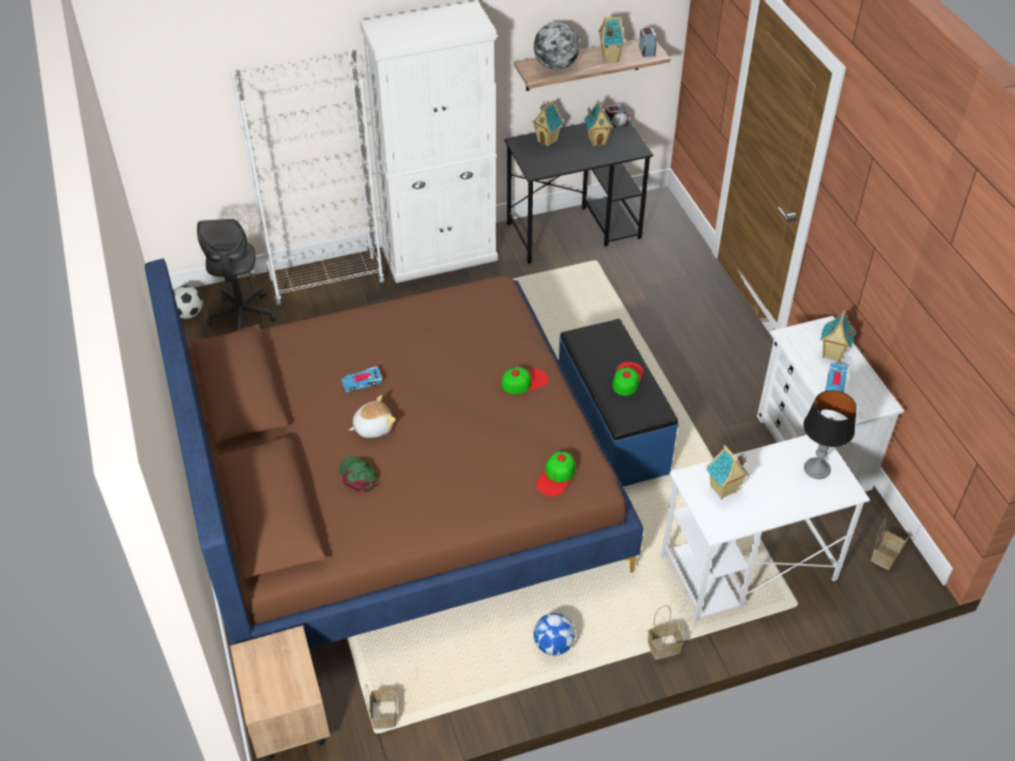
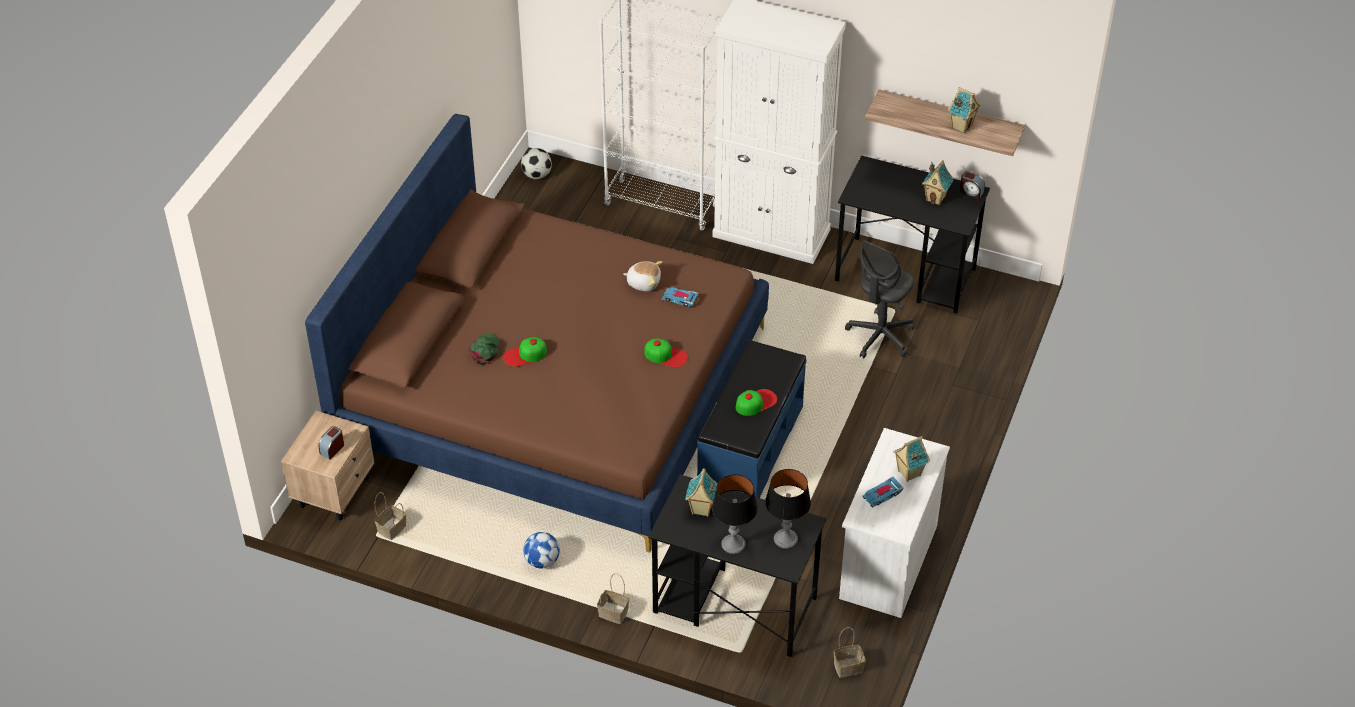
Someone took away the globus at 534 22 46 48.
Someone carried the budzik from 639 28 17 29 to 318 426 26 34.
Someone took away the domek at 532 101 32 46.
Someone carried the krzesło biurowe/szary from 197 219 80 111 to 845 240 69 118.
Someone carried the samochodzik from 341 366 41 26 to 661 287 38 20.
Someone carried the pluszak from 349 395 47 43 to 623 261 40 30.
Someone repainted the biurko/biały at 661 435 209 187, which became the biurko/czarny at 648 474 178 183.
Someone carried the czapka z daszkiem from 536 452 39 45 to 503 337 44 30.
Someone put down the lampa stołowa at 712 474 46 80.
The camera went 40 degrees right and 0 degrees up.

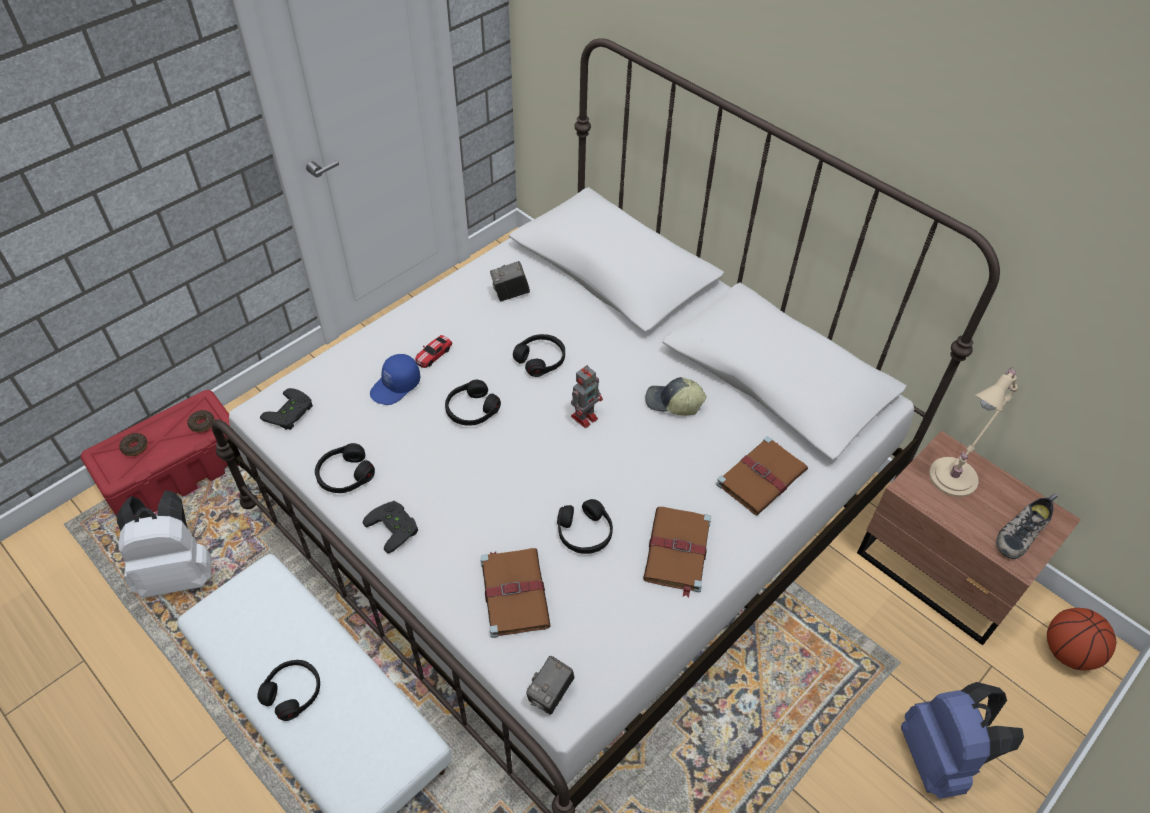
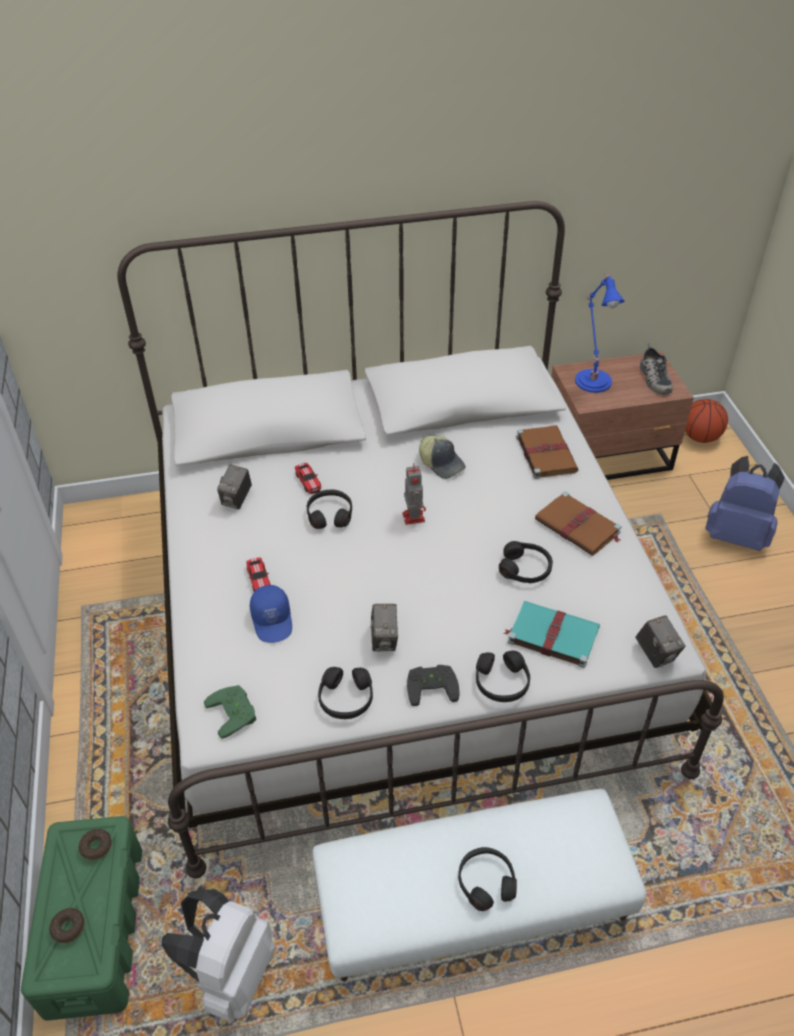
Someone repainted the lampa stołowa/beżowy at 929 367 89 130, which became the lampa stołowa/niebieski at 575 273 49 120.
Someone rotated the czapka z daszkiem at 645 377 62 38 by 90 degrees counterclockwise.
Someone carried the słuchawki/czarny from 445 380 56 46 to 476 650 54 52.
Someone repainted the pad do gier/czarny at 260 388 53 42, which became the pad do gier/zielony at 204 685 52 54.
Someone repainted the pojemnik do przechowywania/czerwony at 81 390 158 126, which became the pojemnik do przechowywania/zielony at 21 816 121 204.
Someone repainted the książka/brązowy at 481 548 70 90, which became the książka/turkusowy at 504 601 96 67.
Someone put down the samochodzik at 295 463 26 31.
Someone put down the aparat fotograficzny at 370 604 28 48.
The camera went 55 degrees left and 5 degrees down.

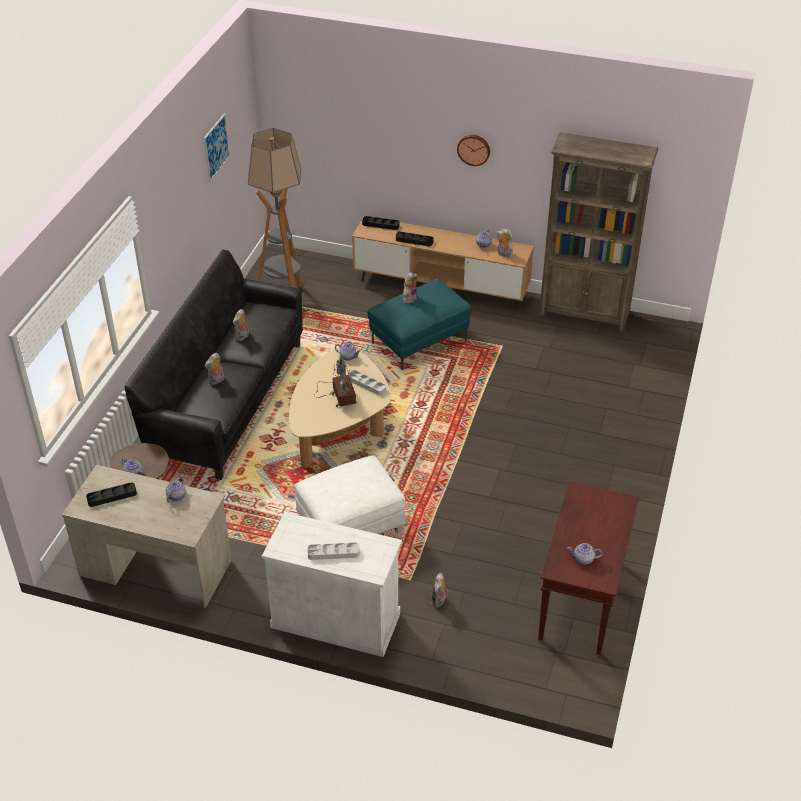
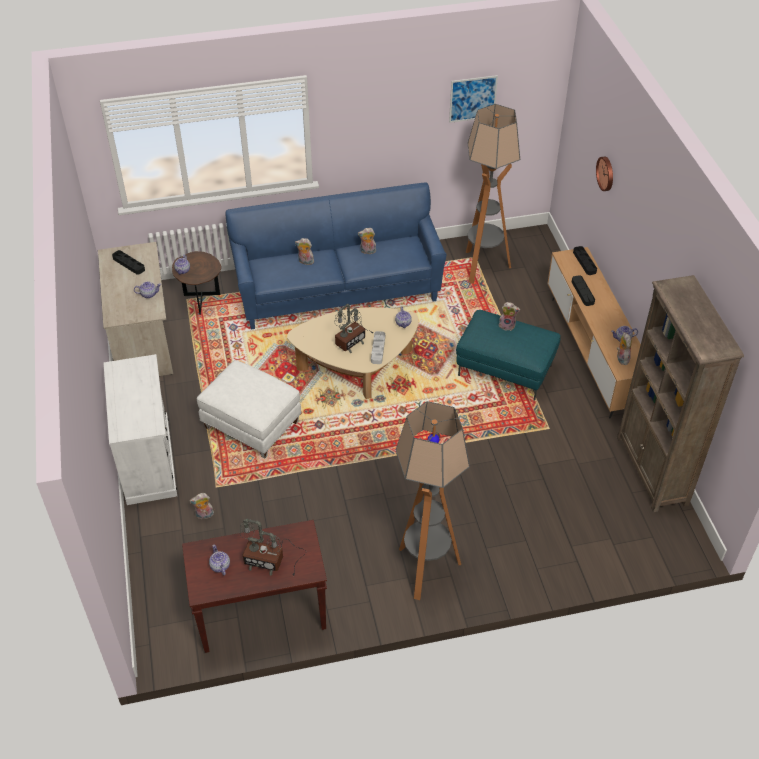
Someone carried the zegar ścienny from 457 135 33 31 to 596 156 17 35.
Someone repainted the kanapa/czarny at 125 250 178 230, which became the kanapa/niebieski at 225 182 222 148.
Someone took away the taca/szary at 308 542 52 18.
Someone put down the lampa stojąca at 396 401 74 199.
Someone put down the lampa stołowa at 240 519 66 56.
The camera went 60 degrees right and 5 degrees up.

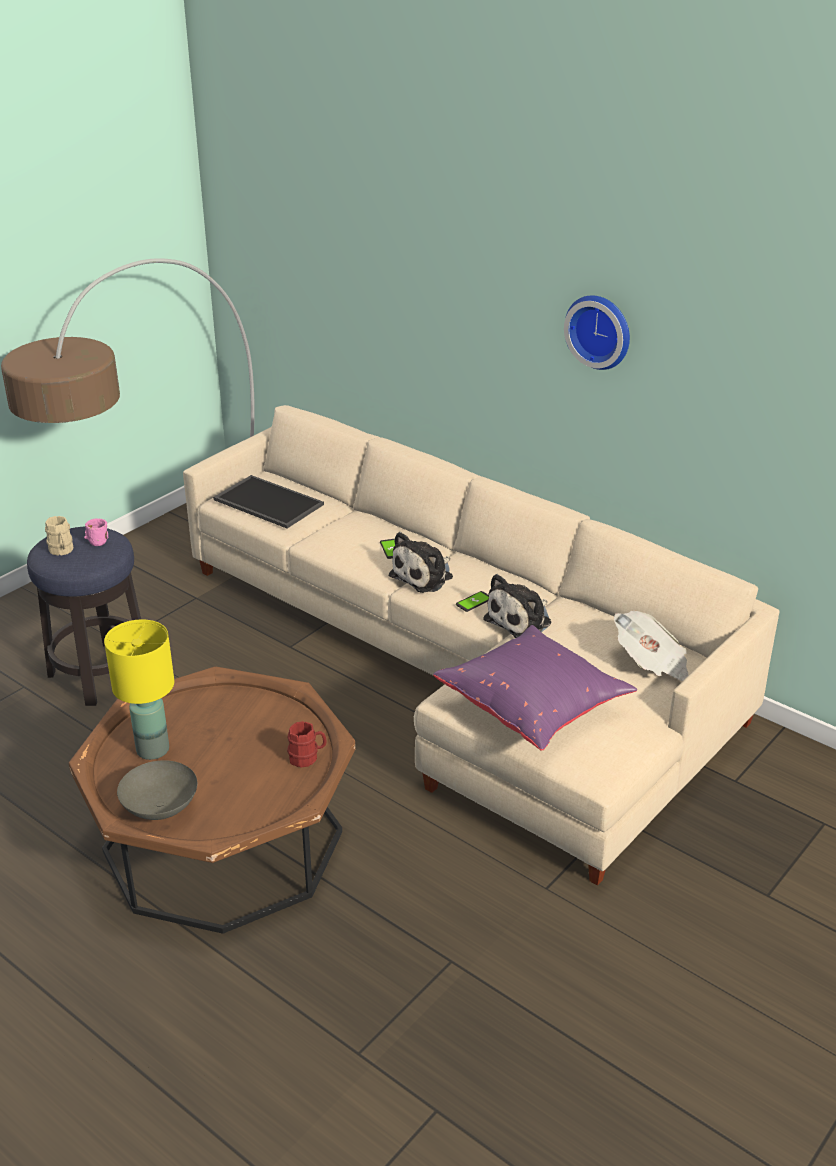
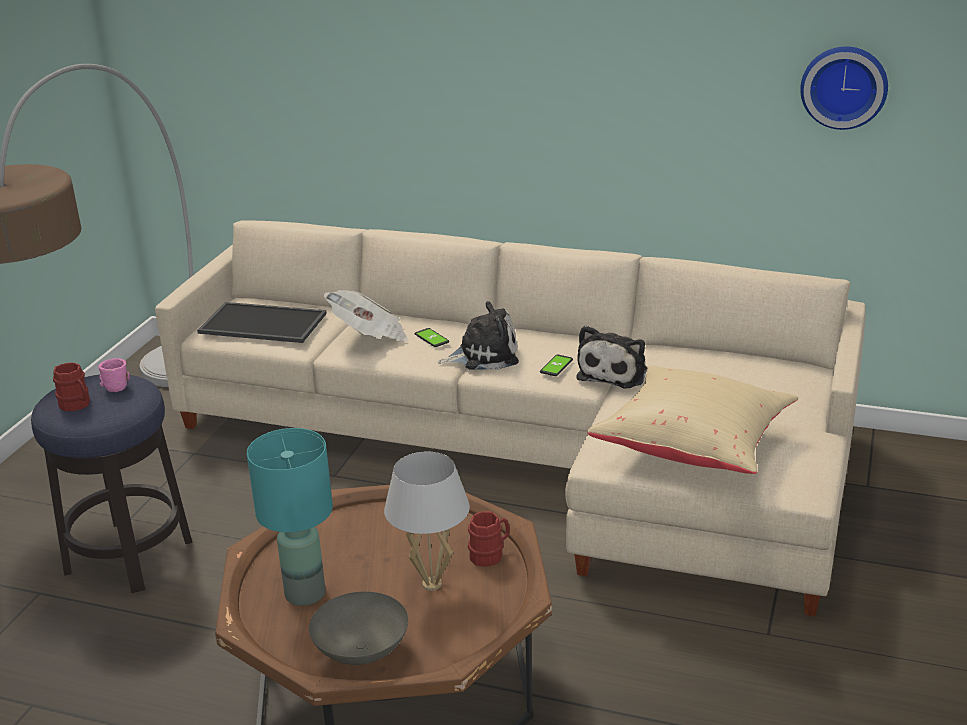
Someone carried the zegar ścienny from 564 296 66 74 to 800 46 88 84.
Someone repainted the kubek/beżowy at 45 516 29 39, which became the kubek/czerwony at 53 362 37 49.
Someone rotated the pluszak at 389 532 64 61 by 120 degrees counterclockwise.
Someone carried the gazeta from 614 611 75 70 to 324 290 84 51.
Someone repainted the lampa stołowa/żółty at 104 620 70 140, which became the lampa stołowa/turkusowy at 247 428 86 178.
Someone repainted the poduszka/fioletowy at 433 625 204 126, which became the poduszka/beżowy at 587 366 212 108.
Someone put down the lampa stołowa/biały at 384 451 86 140.
The camera went 20 degrees left and 5 degrees down.

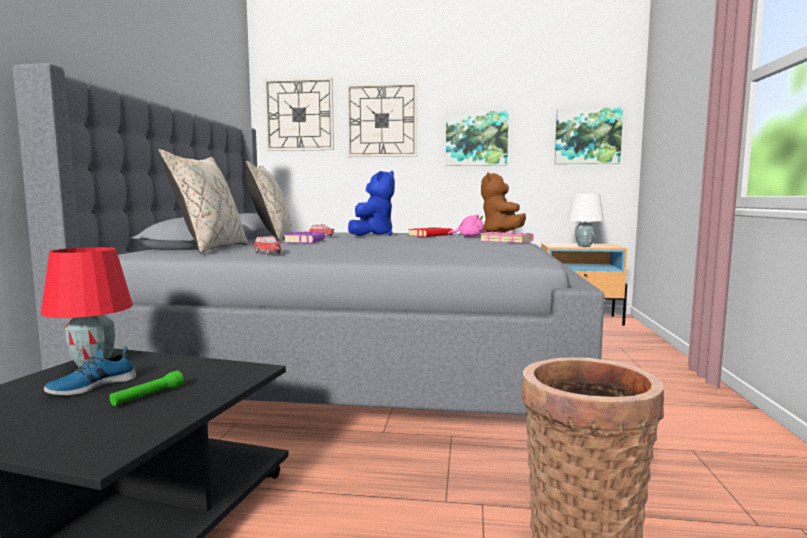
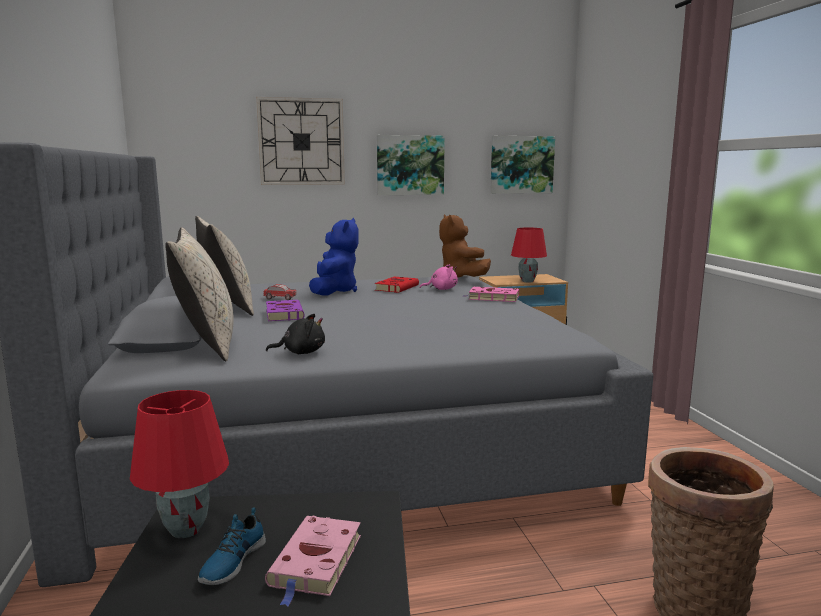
Someone took away the zegar ścienny at 264 77 70 74.
Someone repainted the lampa stołowa/biały at 568 194 36 53, which became the lampa stołowa/czerwony at 511 228 36 55.
Someone swapped the samochodzik at 254 236 28 19 for the pluszak/czarny at 266 314 59 40.
Someone swapped the latarka/zielony at 109 371 75 35 for the książka/różowy at 265 516 96 90.
The camera went 20 degrees left and 5 degrees up.

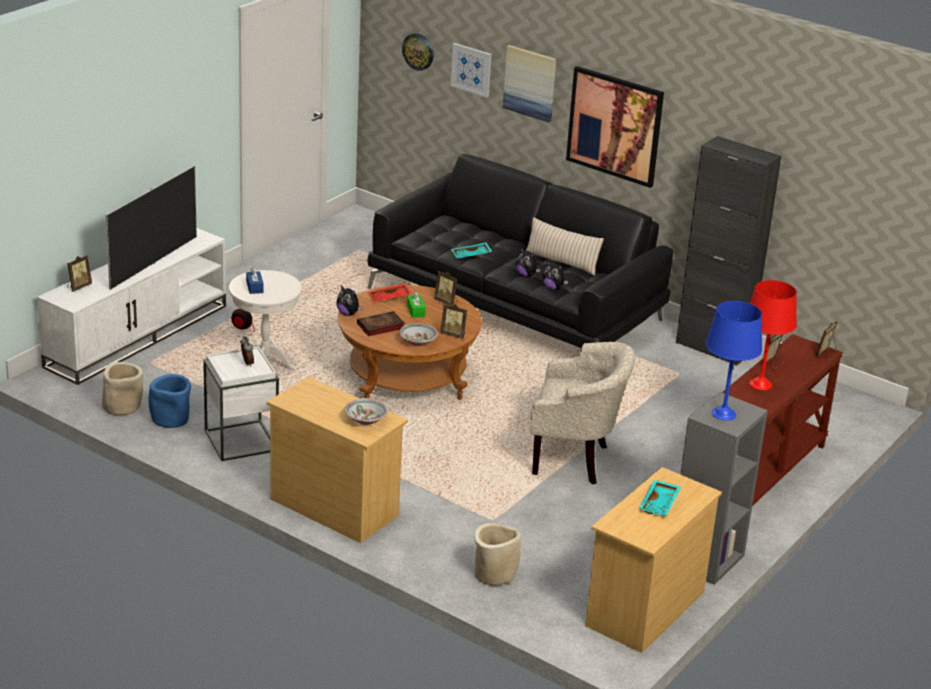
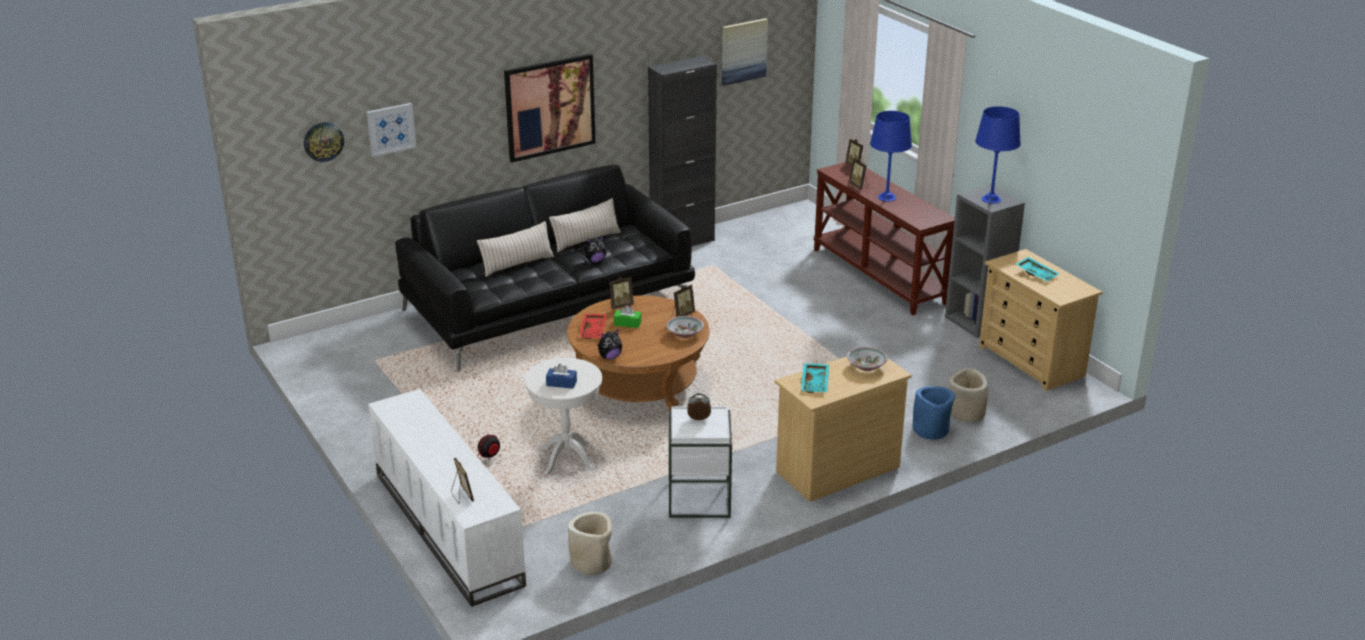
Someone carried the obraz from 503 45 54 78 to 722 18 46 68.
Someone took away the telewizor at 106 166 91 124.
Someone carried the taca/turkusowy from 451 242 41 16 to 801 363 28 30.
Someone took away the pluszak at 542 260 26 30.
Someone repainted the lampa stołowa/czerwony at 750 280 47 110, which became the lampa stołowa/niebieski at 870 111 42 90.
Someone took away the książka at 357 311 48 25.
Someone took away the fotel/beżowy at 530 342 106 142.
Someone carried the donica/niebieski from 149 374 42 54 to 913 386 42 53.
Someone put down the poduszka/beżowy at 477 221 77 56.
The camera went 65 degrees left and 0 degrees up.

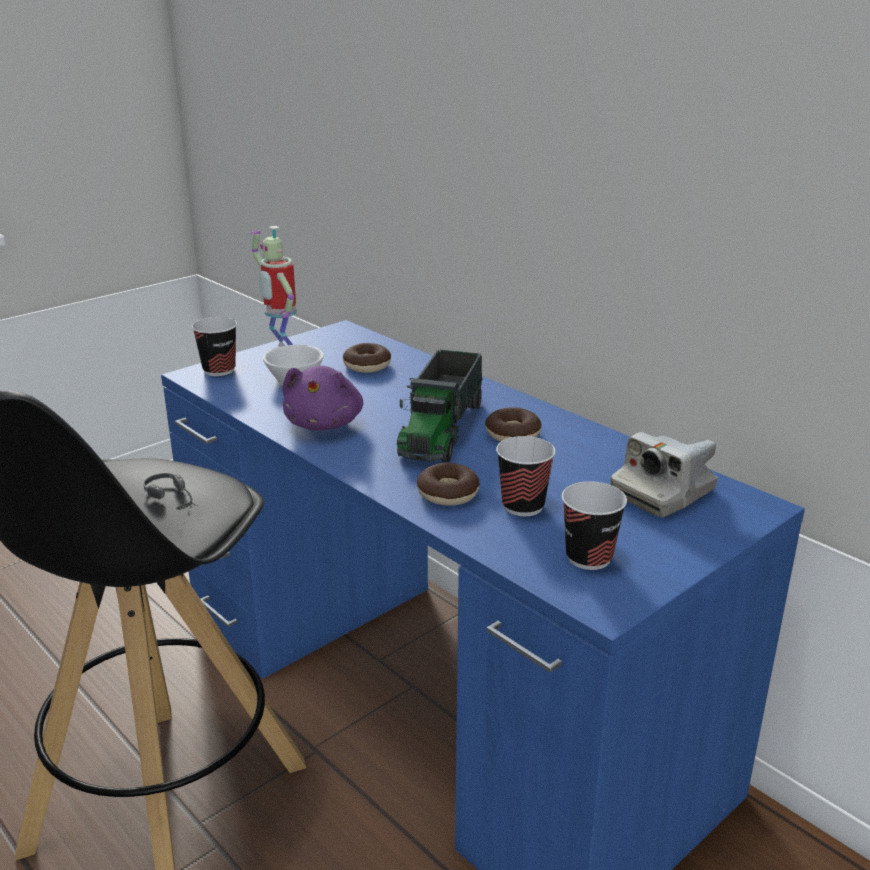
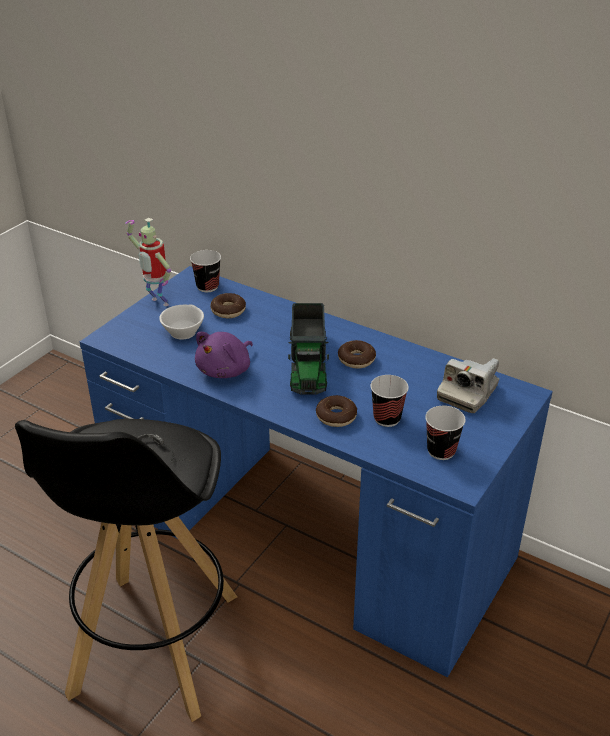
Someone carried the filiżanka from 192 317 45 59 to 190 250 31 42.
Someone rotated the pluszak/fioletowy at 282 365 81 66 by 45 degrees clockwise.
The camera went 15 degrees left and 10 degrees up.

